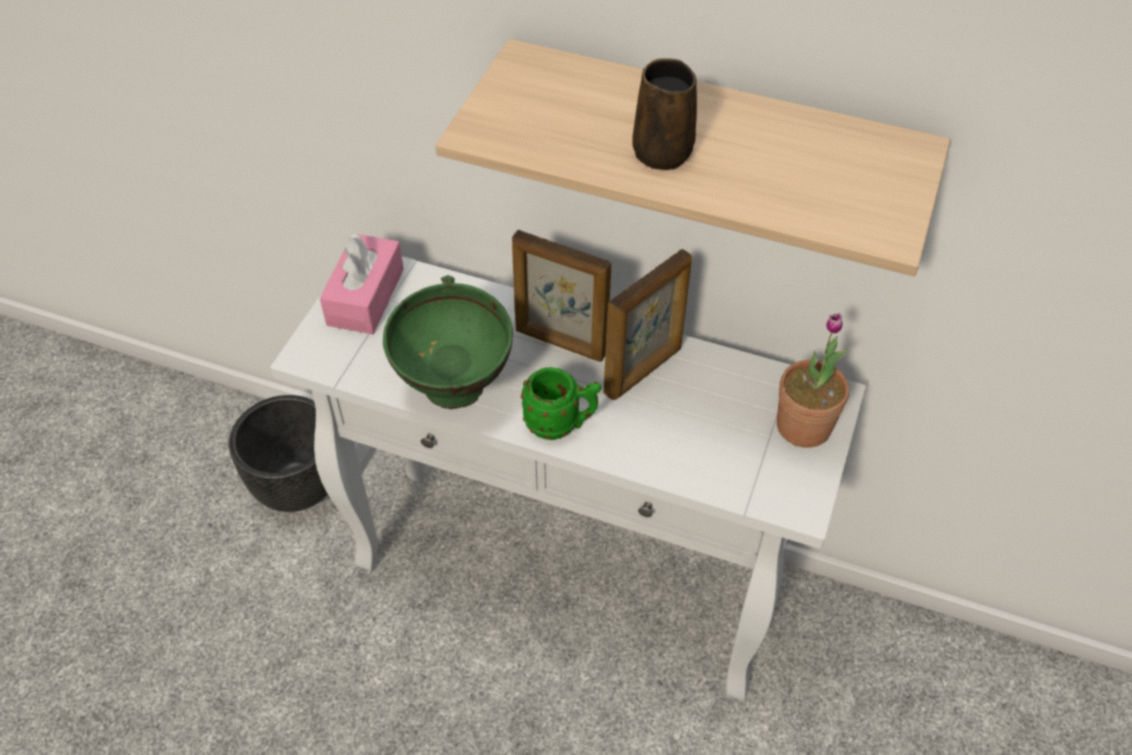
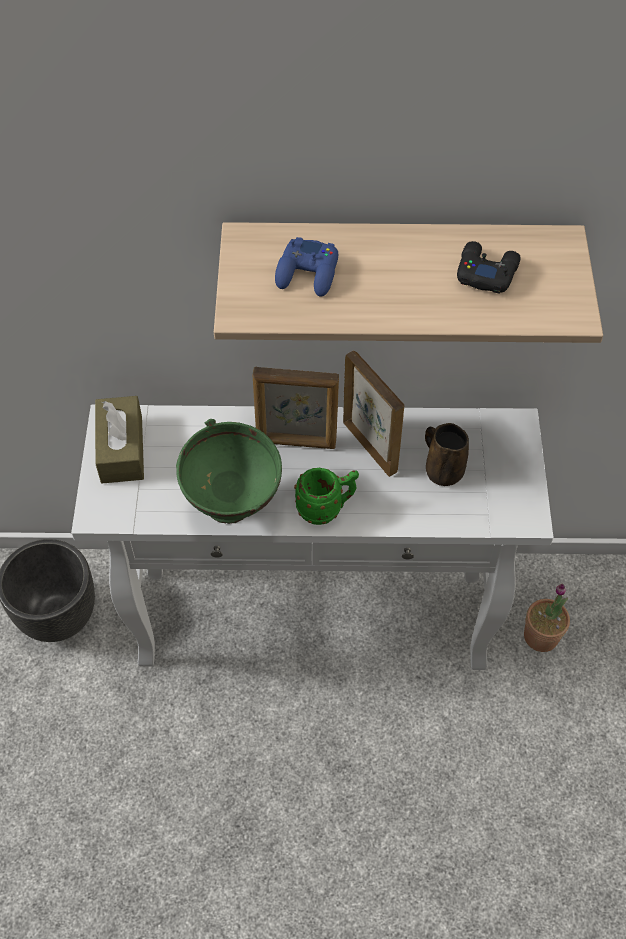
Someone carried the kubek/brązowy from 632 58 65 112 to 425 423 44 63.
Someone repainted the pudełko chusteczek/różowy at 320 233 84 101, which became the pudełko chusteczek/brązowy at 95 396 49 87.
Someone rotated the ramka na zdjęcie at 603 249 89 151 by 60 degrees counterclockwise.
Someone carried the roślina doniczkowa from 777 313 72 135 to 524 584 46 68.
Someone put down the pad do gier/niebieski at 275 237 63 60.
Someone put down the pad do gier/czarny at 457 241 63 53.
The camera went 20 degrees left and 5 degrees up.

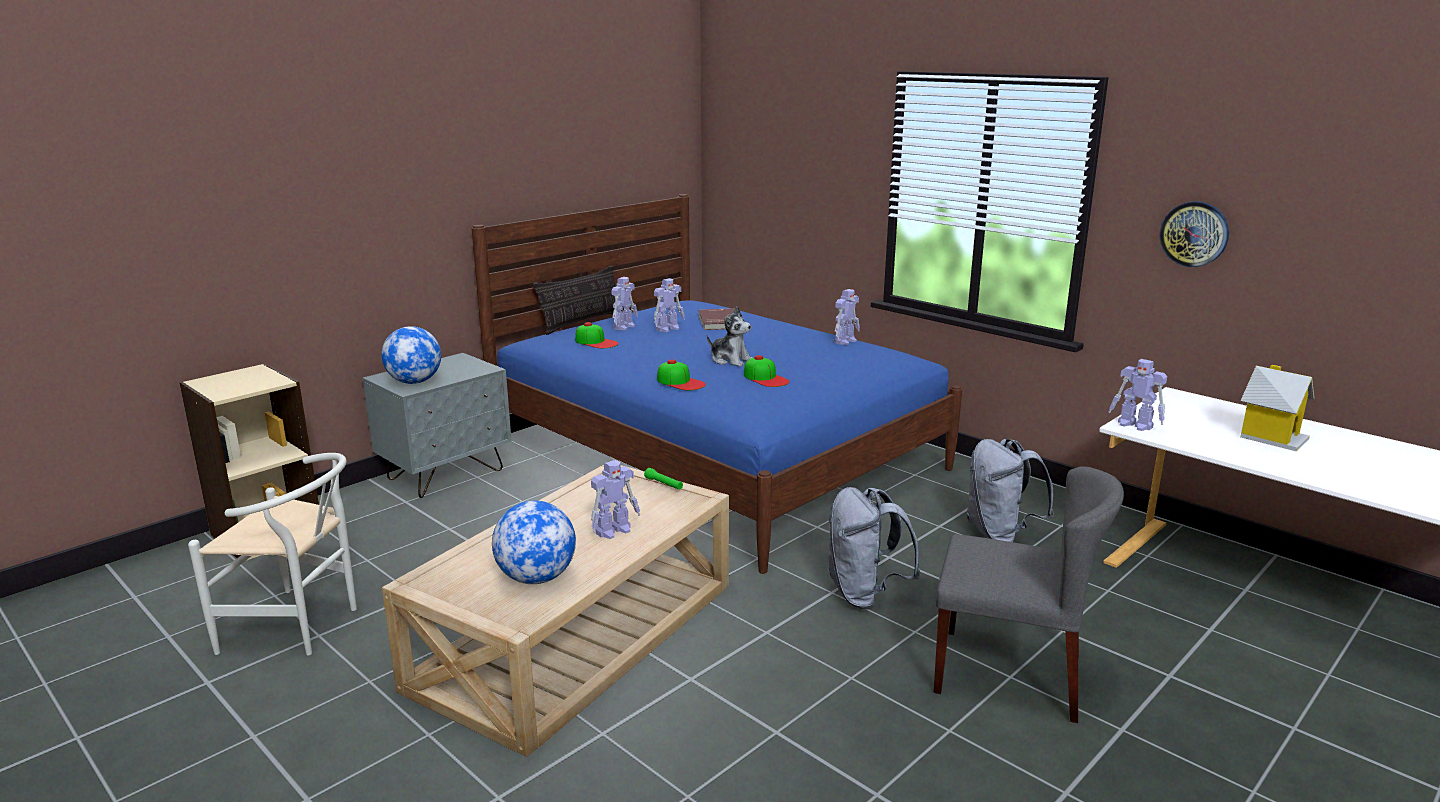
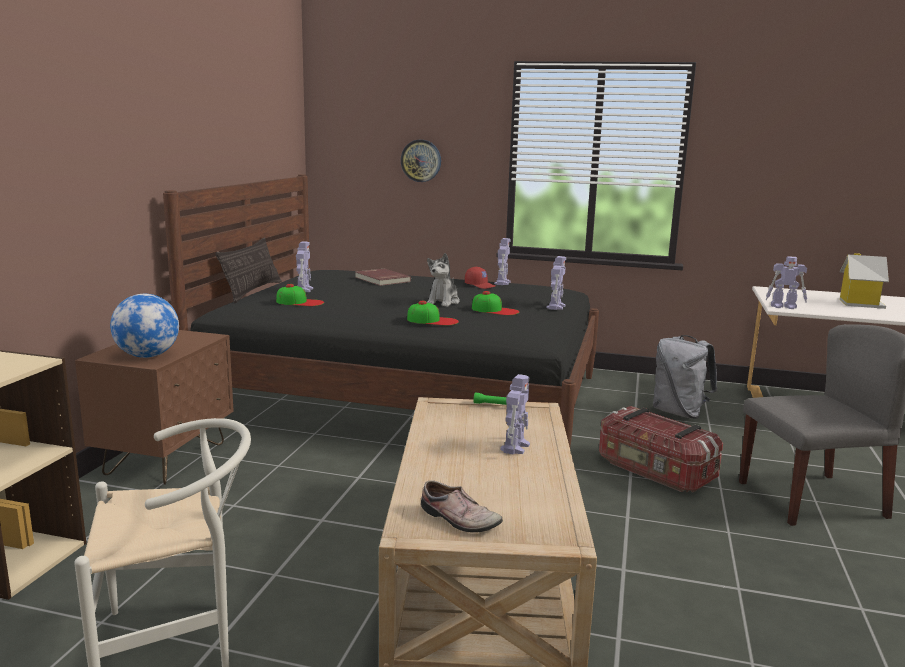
Someone repainted the łóżko/niebieski at 472 194 490 380, which became the łóżko/czarny at 163 174 436 273.
Someone carried the zegar ścienny from 1159 201 70 66 to 401 140 40 42.
Someone carried the robot zabawkowy from 654 278 31 54 to 547 256 19 54.
Someone rotated the pluszak at 707 306 46 61 by 105 degrees clockwise.
Someone repainted the szafka nocna/szary at 362 353 150 145, which became the szafka nocna/brązowy at 75 330 159 155.
Someone swapped the plecak/szary at 827 487 93 122 for the pojemnik do przechowywania at 599 406 124 86.
Someone took away the globus at 492 501 84 83.
Someone put down the czapka z daszkiem/czerwony at 465 266 30 23.
Someone put down the but at 421 480 82 53.
The camera went 30 degrees left and 5 degrees down.

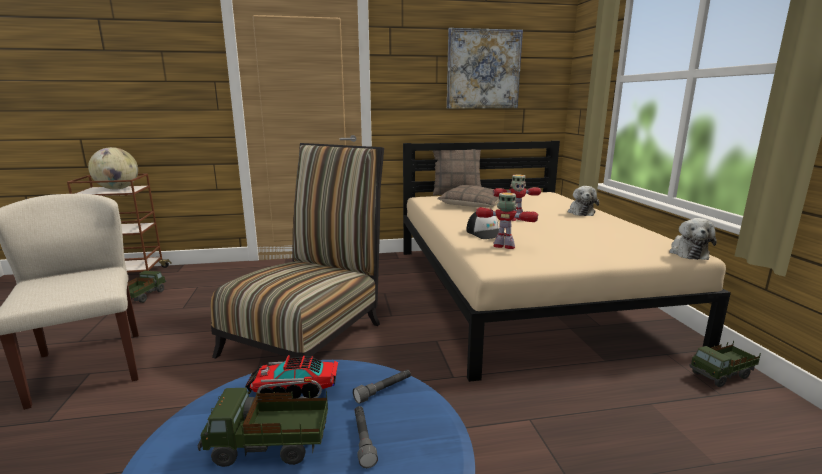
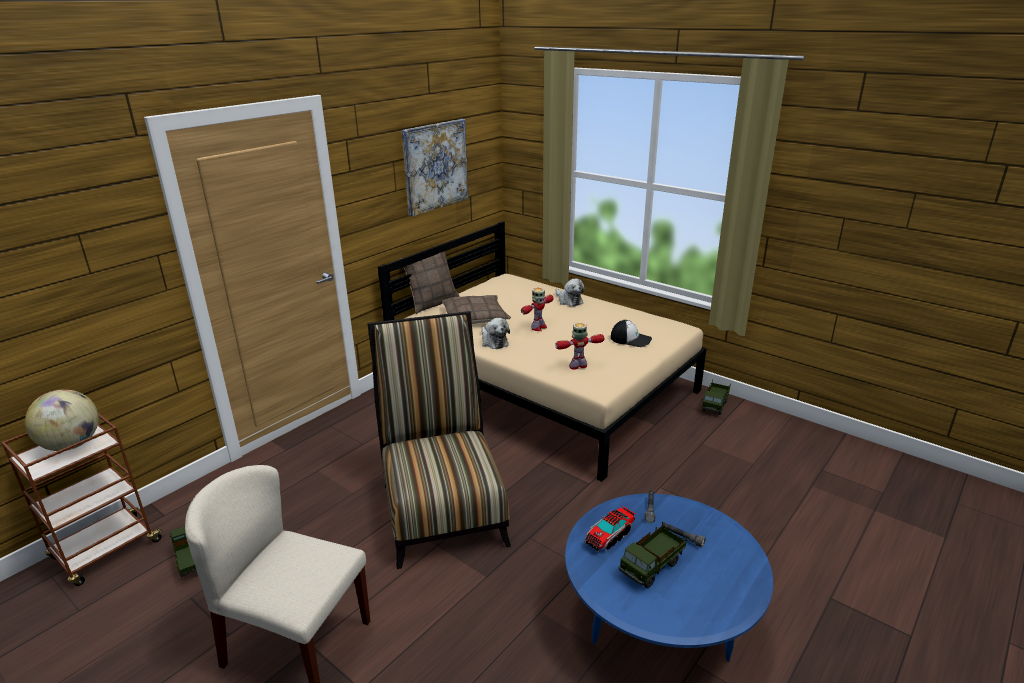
Someone carried the czapka z daszkiem from 466 212 40 27 to 611 320 41 27.
Someone carried the pluszak from 669 218 48 42 to 482 318 28 31.
The camera went 40 degrees left and 10 degrees up.

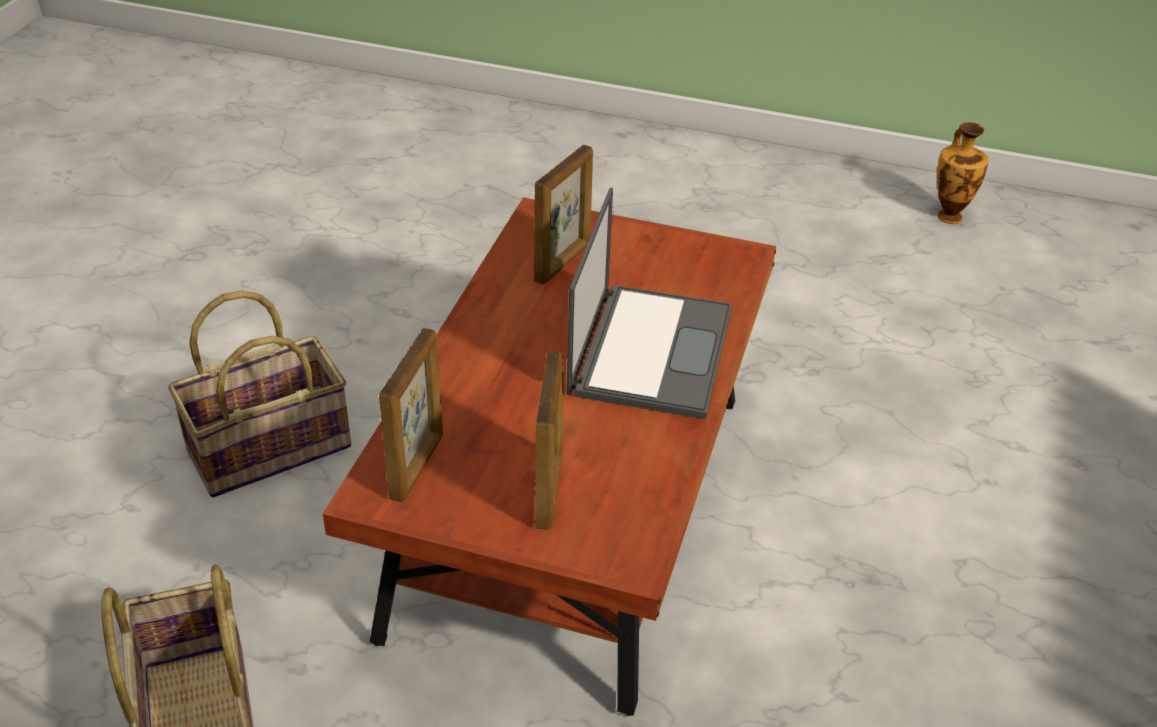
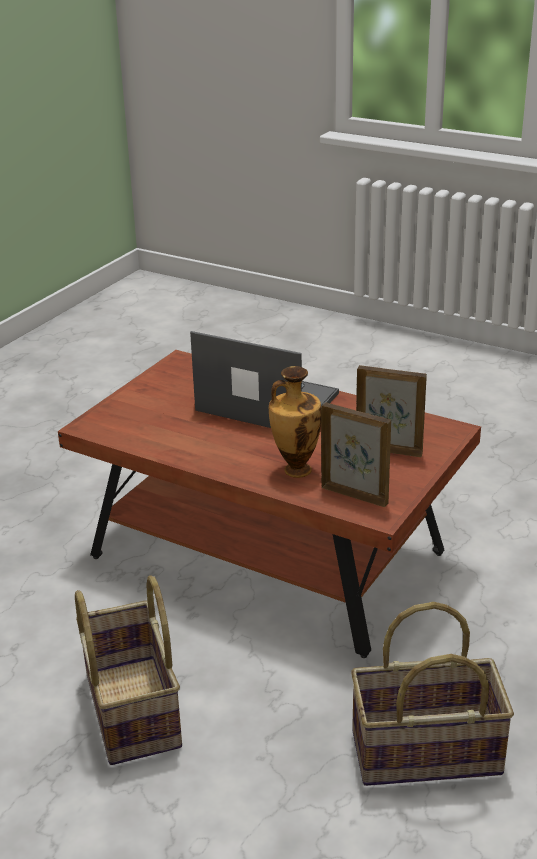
Someone carried the wazon from 937 122 52 102 to 269 366 52 112.
Someone took away the ramka na zdjęcie at 534 145 59 139.
The camera went 75 degrees left and 10 degrees down.

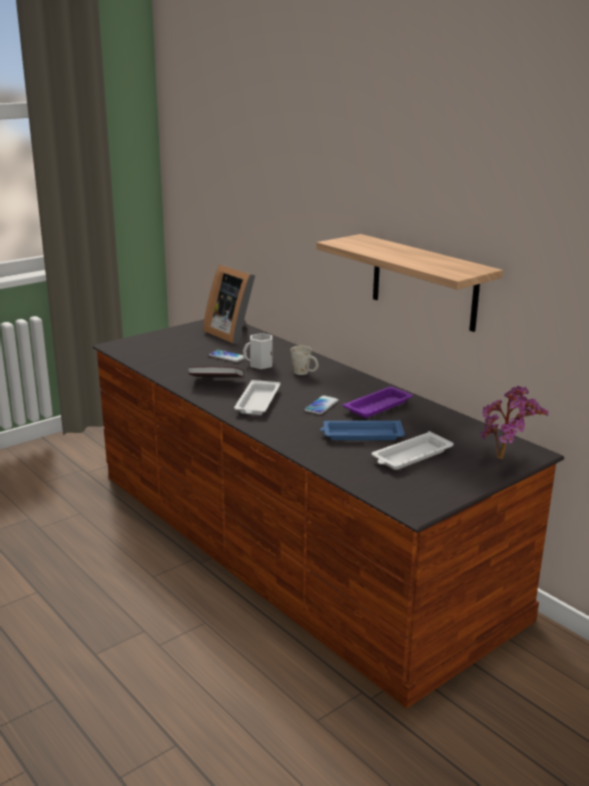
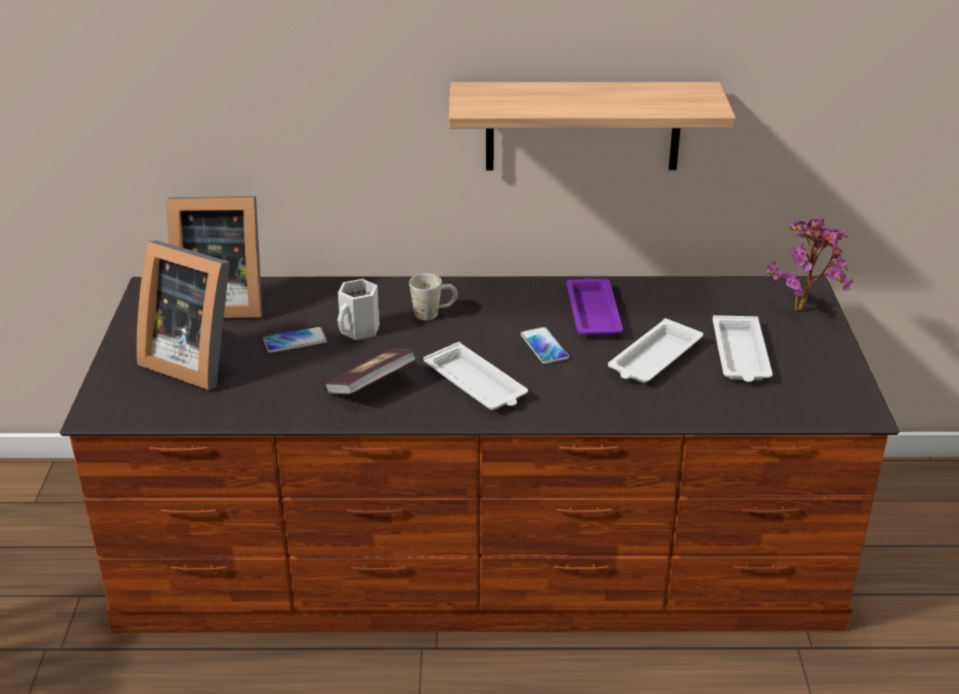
Someone repainted the taca/niebieski at 320 420 85 20, which became the taca/biały at 608 318 95 65.
Someone put down the ramka na zdjęcie at 136 240 94 150.
The camera went 50 degrees left and 10 degrees up.

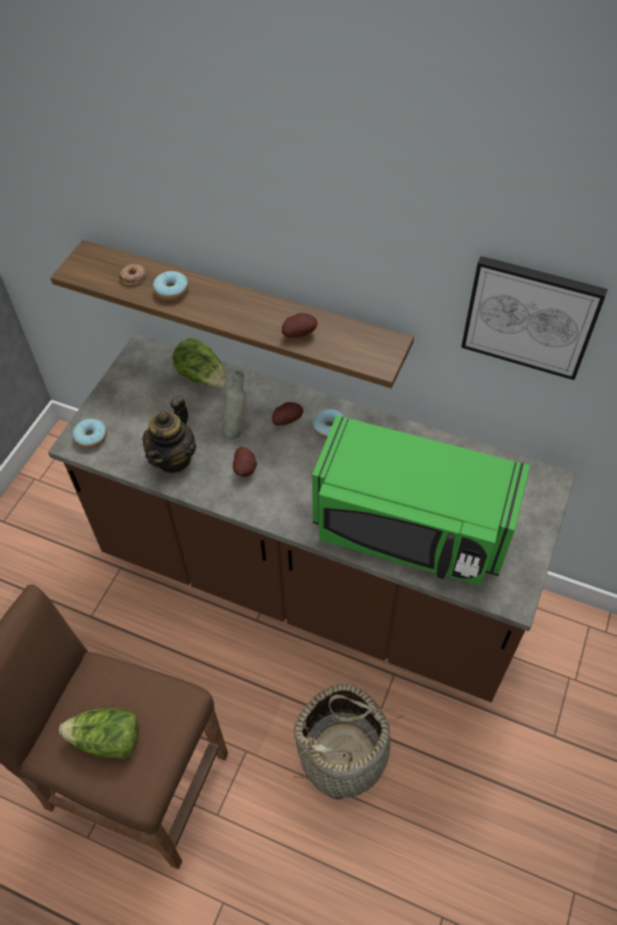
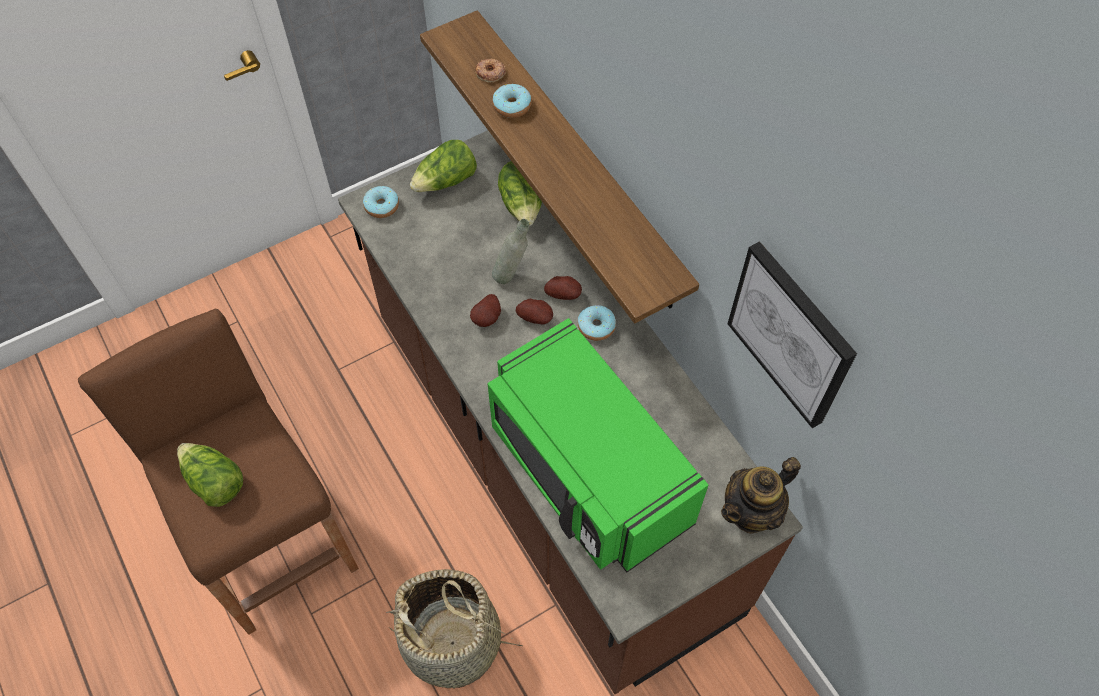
Someone carried the ziemniak from 282 313 35 24 to 516 299 37 25.
Someone carried the imbryk from 142 396 54 77 to 721 457 80 77.
Someone put down the sałata at 410 140 67 52.
The camera went 35 degrees right and 5 degrees up.

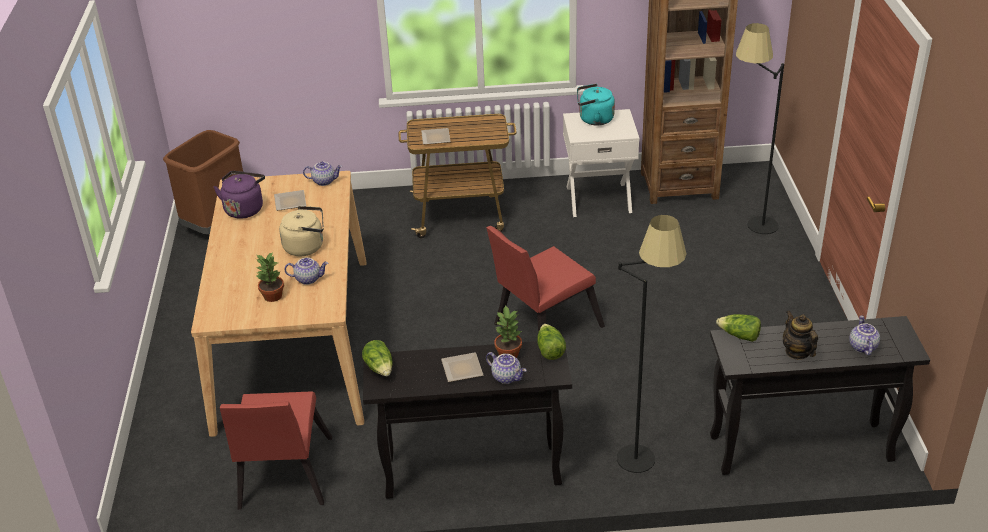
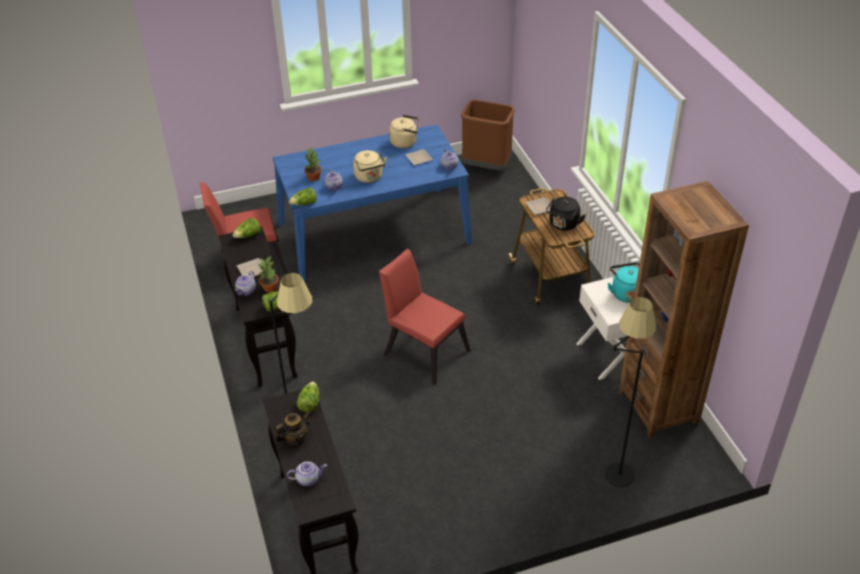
Someone repainted the stół jadalny/beżowy at 191 171 176 266, which became the stół jadalny/niebieski at 273 124 199 158.
Someone repainted the czajnik/fioletowy at 214 171 51 48, which became the czajnik/beżowy at 389 115 30 33.
Someone put down the sałata at 289 188 28 17.
Someone put down the czajnik/czarny at 546 197 40 34.
The camera went 75 degrees right and 5 degrees up.

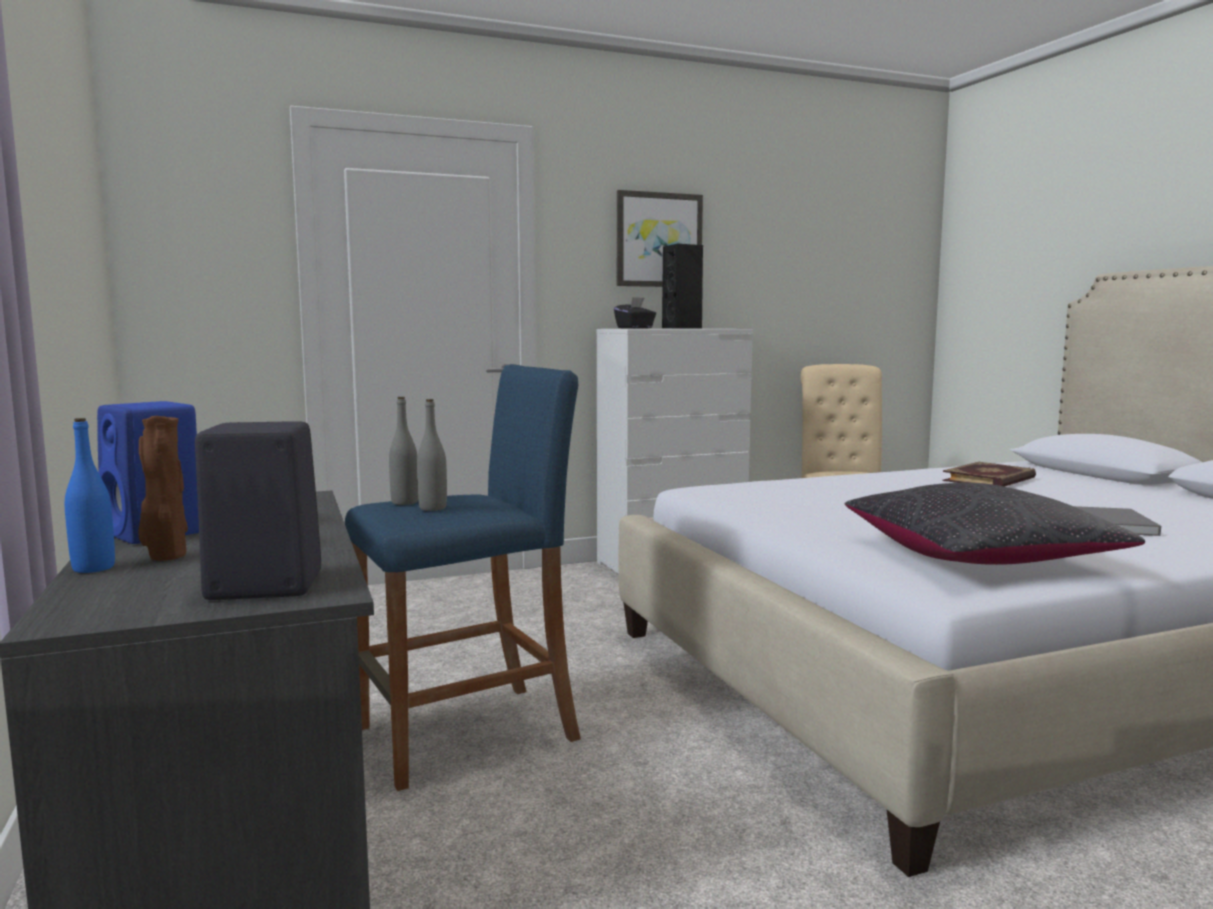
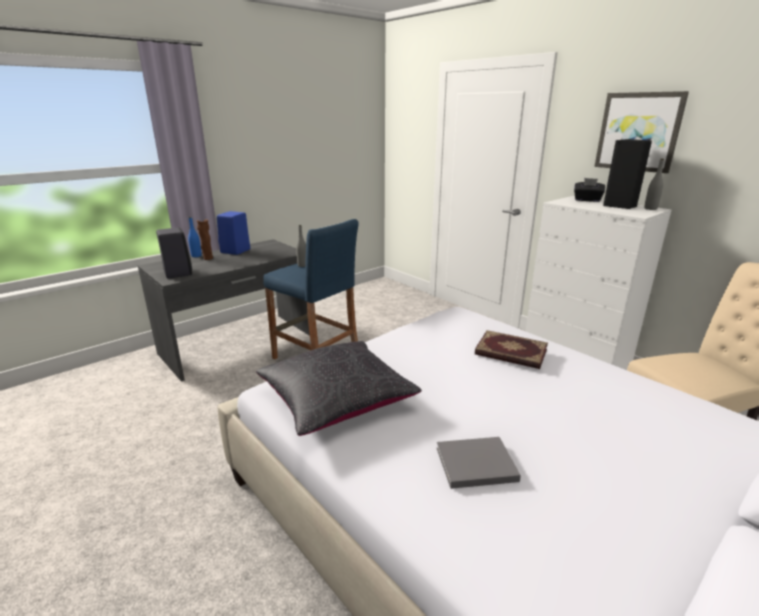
Someone carried the butelka/szary from 417 399 30 112 to 644 159 20 51.
Someone carried the książka from 943 462 93 25 to 475 330 73 39.
The camera went 70 degrees right and 15 degrees up.

